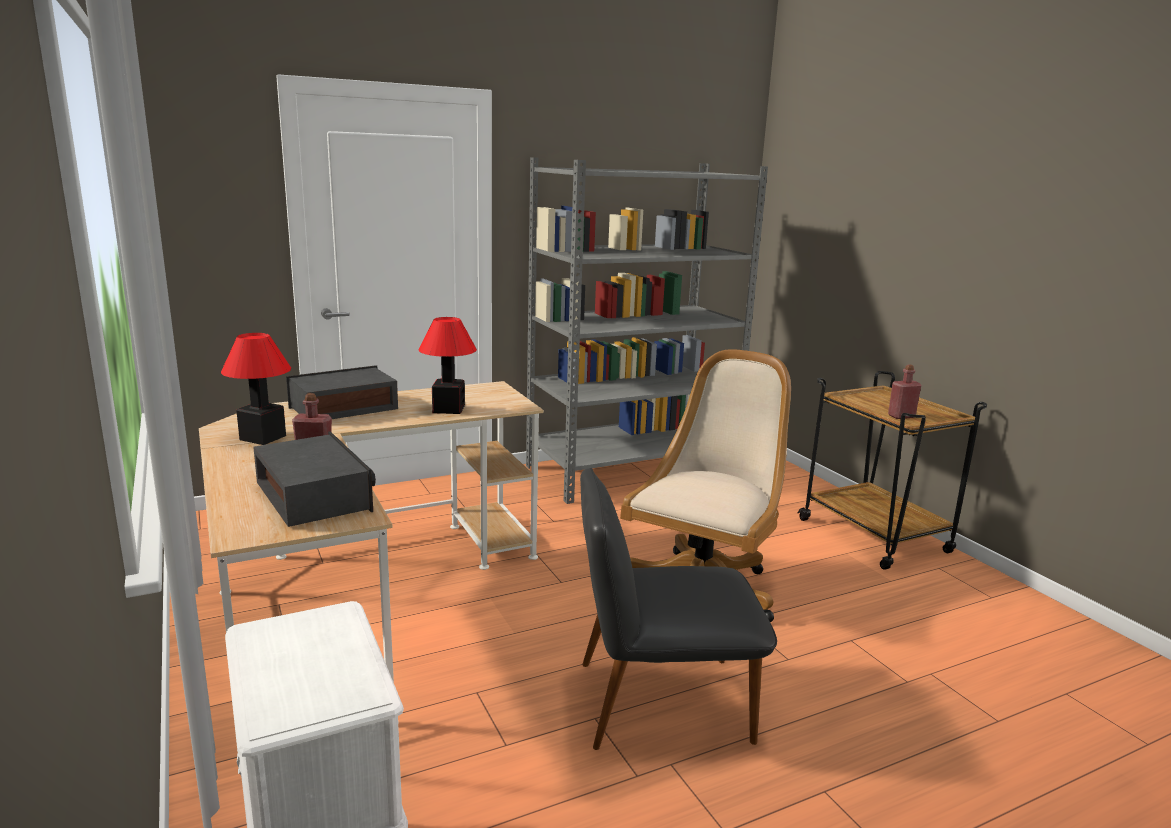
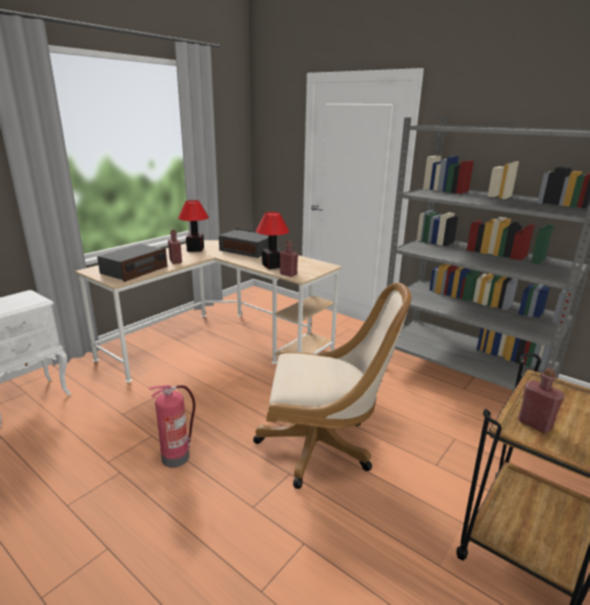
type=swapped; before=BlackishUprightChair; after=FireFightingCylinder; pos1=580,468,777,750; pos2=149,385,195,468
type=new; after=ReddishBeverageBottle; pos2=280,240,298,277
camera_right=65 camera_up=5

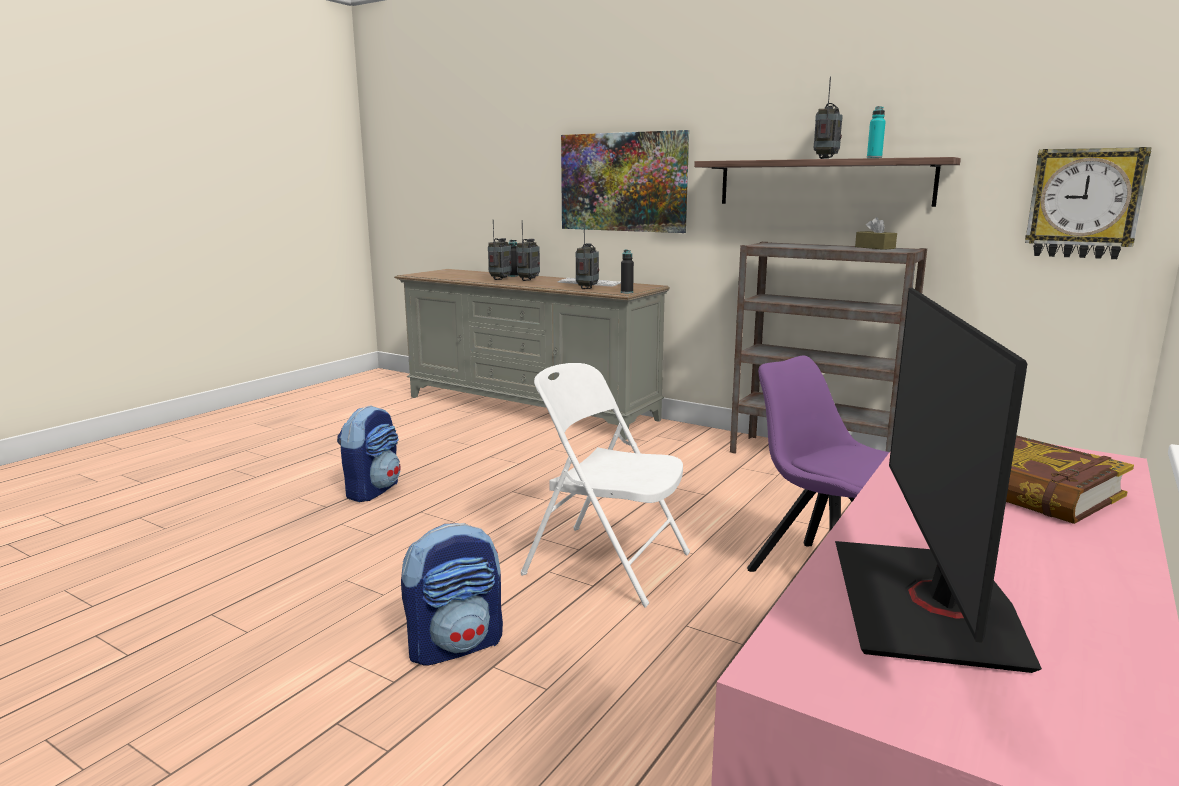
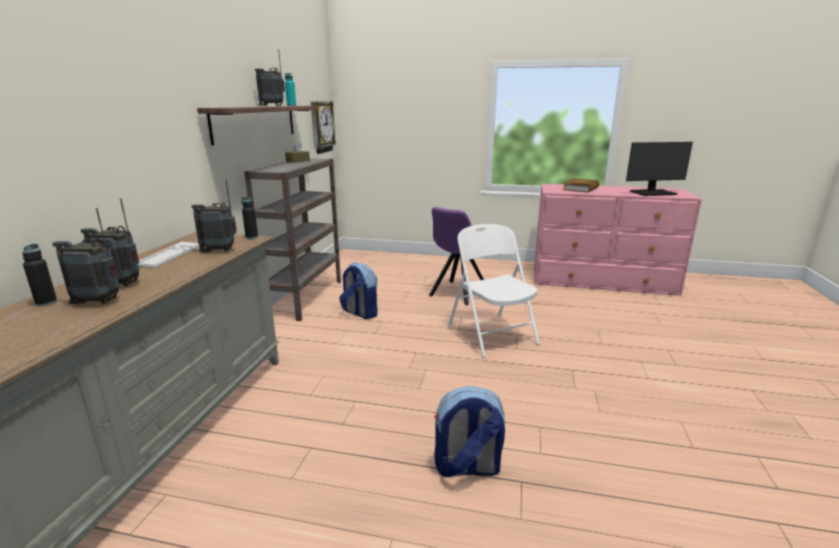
type=shifted; before=Rucksack; pos1=401,523,503,666; pos2=339,263,378,319
type=rotated; before=WhiteUprightChair; pos1=521,363,690,608; pos2=448,224,540,358; turn=150
type=gone; before=Picture; pos1=561,130,689,233
camera_right=-110 camera_up=5

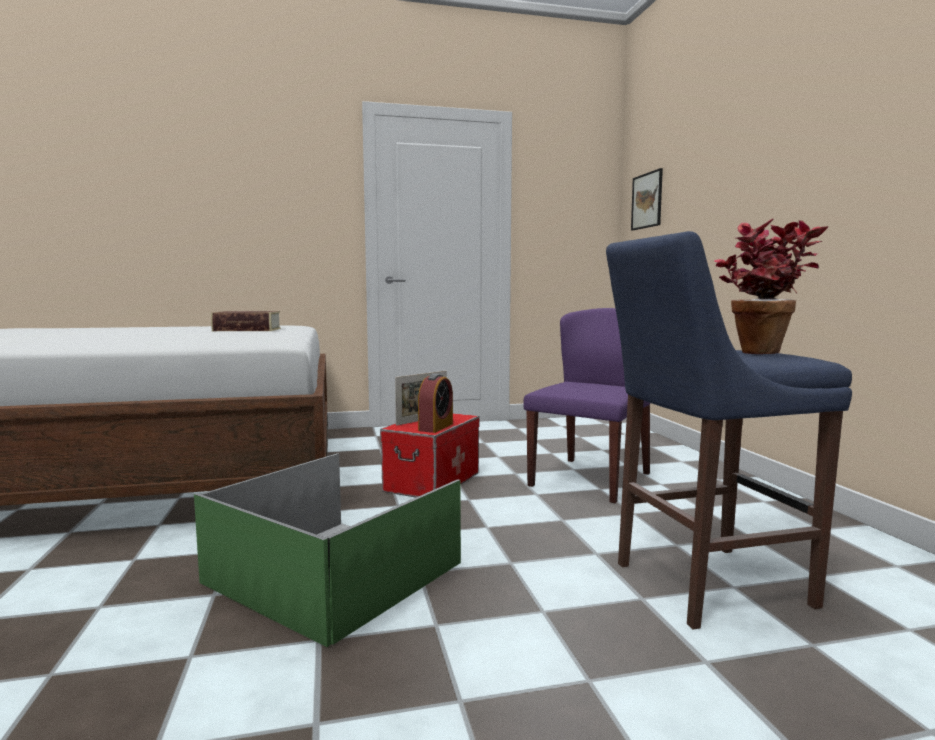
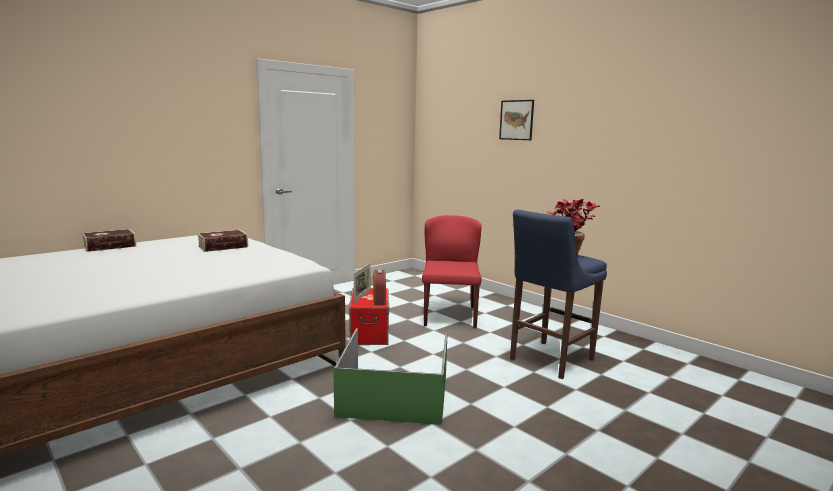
type=new; after=BoundBook; pos2=82,229,136,252
type=repainted; before=PurpleColouredUprightChair; after=ReddishUprightChair; pos1=523,308,651,503; pos2=422,215,482,328
type=shifted; before=Picture; pos1=631,168,663,230; pos2=499,100,534,140
camera_right=-30 camera_up=5

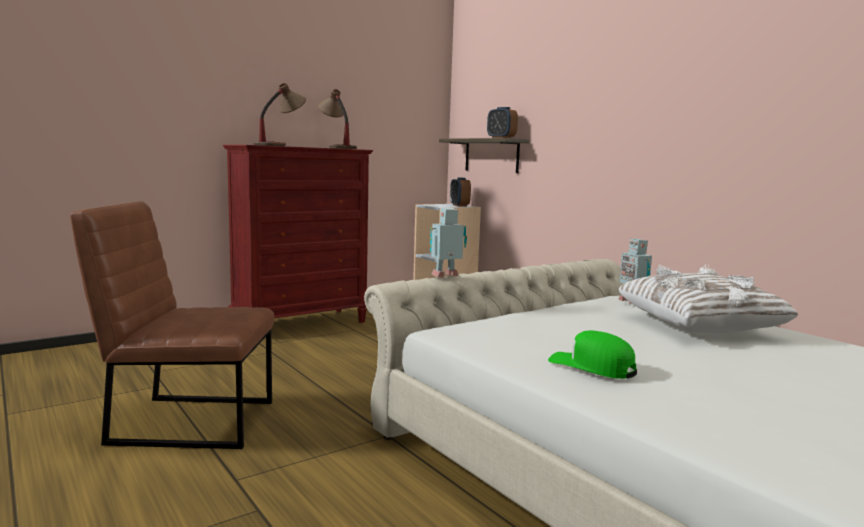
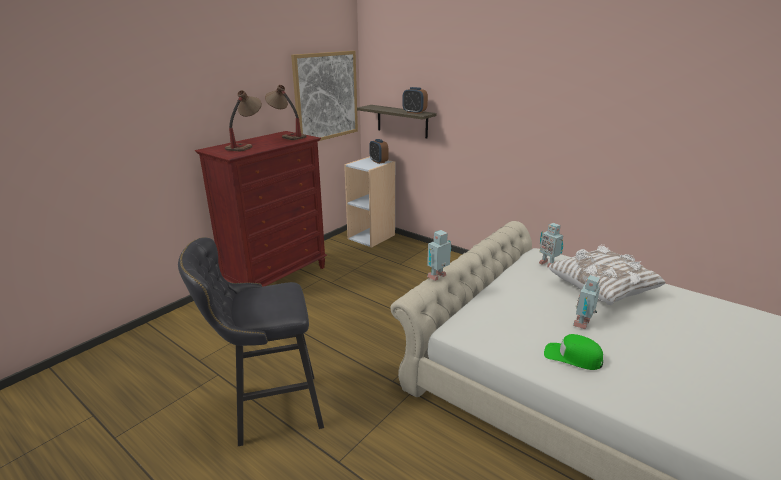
type=swapped; before=BrownUprightChair; after=BlackishSittingStool; pos1=70,201,275,449; pos2=178,237,324,446
type=new; after=Picture; pos2=291,51,358,141
type=new; after=ModelRobot; pos2=573,275,600,329
camera_right=-15 camera_up=15

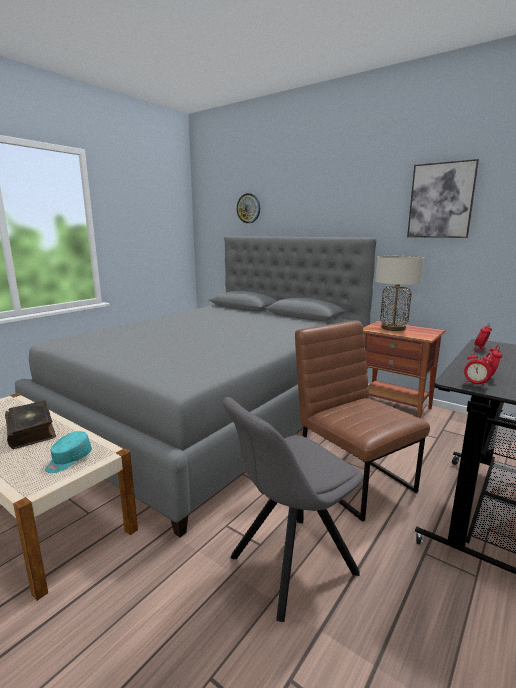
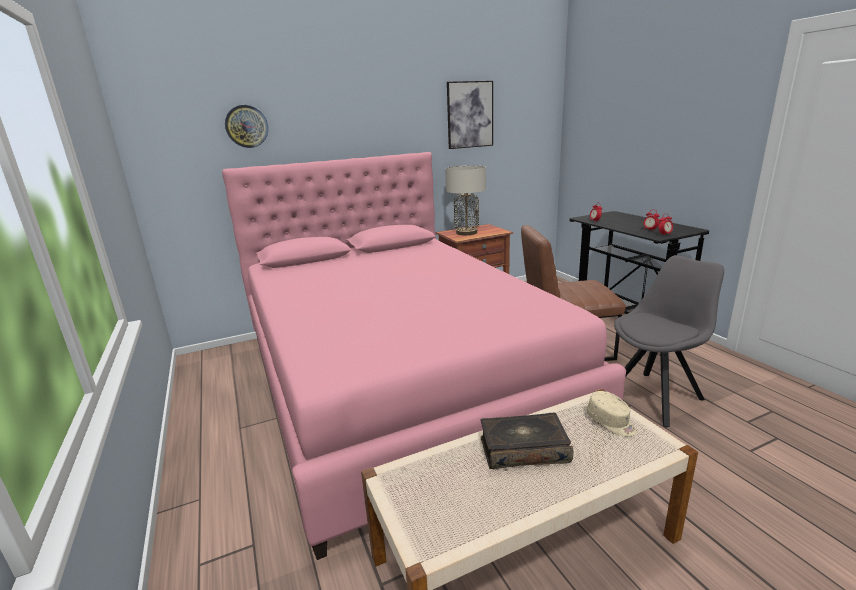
type=repainted; before=GreyishSleepingBed; after=PinkishSleepingBed; pos1=15,236,376,537; pos2=222,152,626,560
type=repainted; before=TurquoiseColouredPeakedCap; after=SandColouredPeakedCap; pos1=45,431,92,473; pos2=587,391,637,437
type=rotated; before=GreyishUprightChair; pos1=223,397,364,622; pos2=614,255,724,427; turn=-120
camera_right=-60 camera_up=5

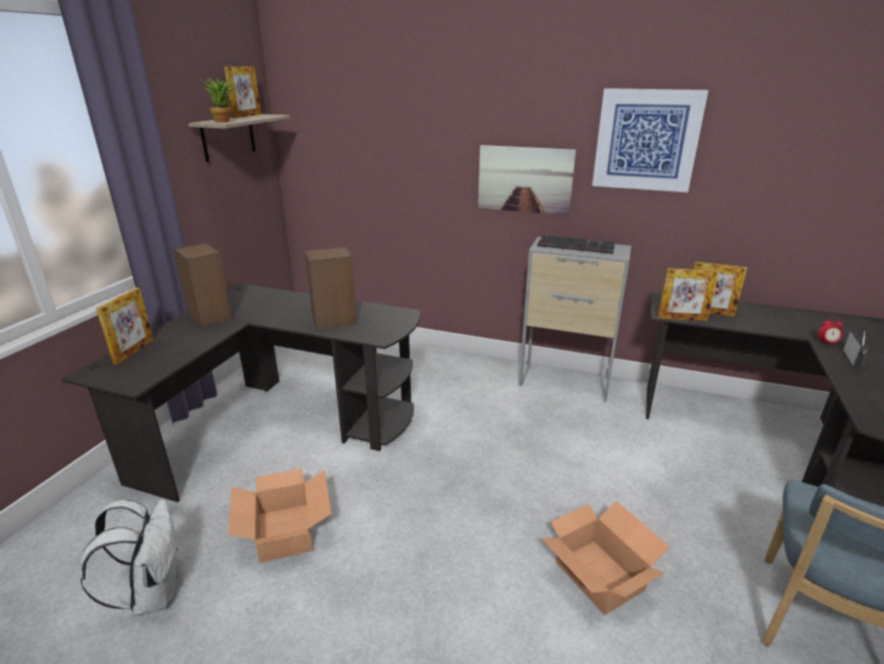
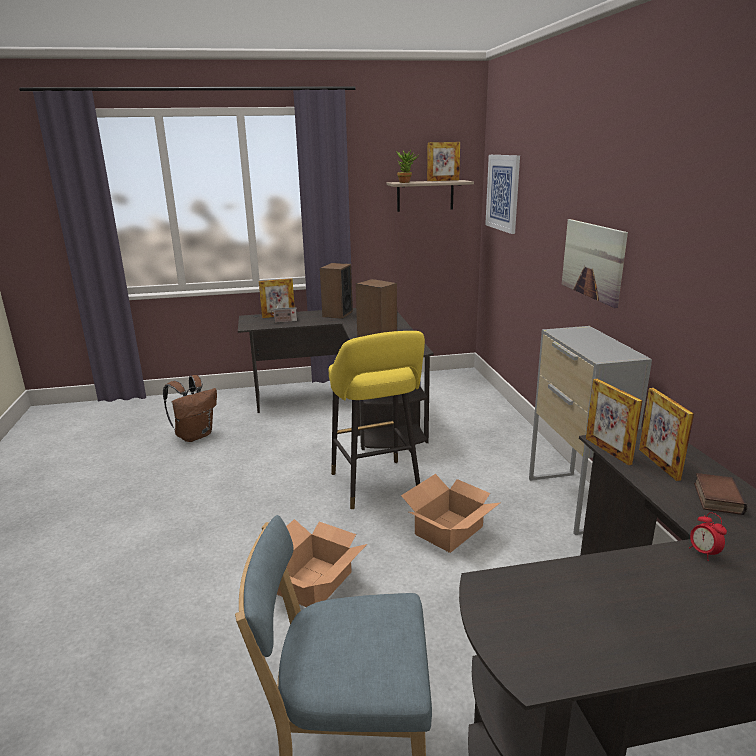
type=repainted; before=WhiteRucksack; after=BrownRucksack; pos1=80,499,179,616; pos2=163,375,217,442
type=shifted; before=Radio; pos1=843,331,869,367; pos2=271,302,297,323
type=new; after=YellowSittingStool; pos2=329,331,425,509
type=shifted; before=Carton; pos1=228,469,331,563; pos2=401,474,500,553
type=shifted; before=Picture; pos1=592,88,709,192; pos2=485,155,520,234
type=new; after=BoundBook; pos2=694,473,747,515
type=gone; before=Keyboard; pos1=537,235,615,254
camera_right=60 camera_up=-5

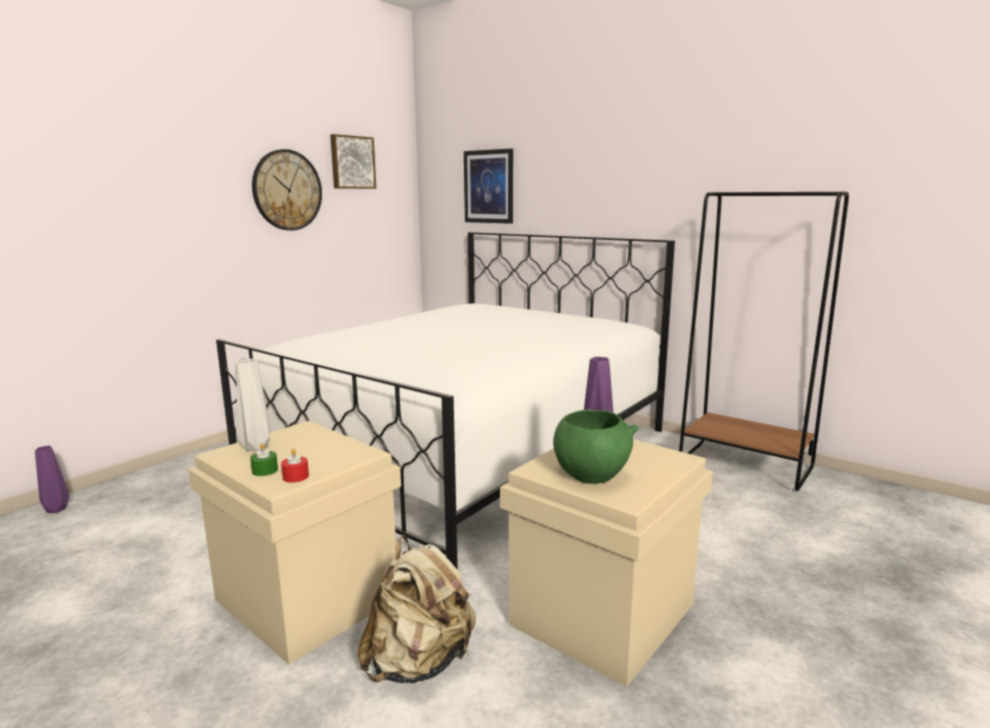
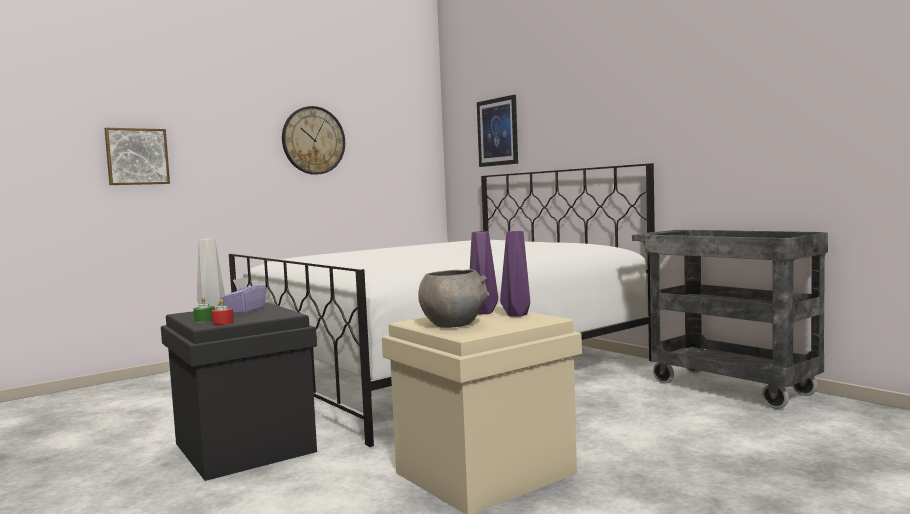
type=shifted; before=Picture; pos1=330,134,376,189; pos2=104,128,170,185
type=repainted; before=SandColouredStorageContainer; after=BlackishStorageContainer; pos1=188,421,401,664; pos2=161,302,317,481
type=new; after=PurpleColouredBoxOfTissues; pos2=220,277,266,314
type=repainted; before=GreenishBowl; after=GreyishBowl; pos1=553,410,639,484; pos2=418,269,489,328
type=shifted; before=PurpleColouredFlowerVase; pos1=35,445,69,513; pos2=500,231,530,317
type=swapped; before=GarmentRack; after=BlackishCart; pos1=679,192,849,491; pos2=632,230,828,409
type=gone; before=SandColouredRucksack; pos1=357,535,476,683
camera_right=15 camera_up=-10

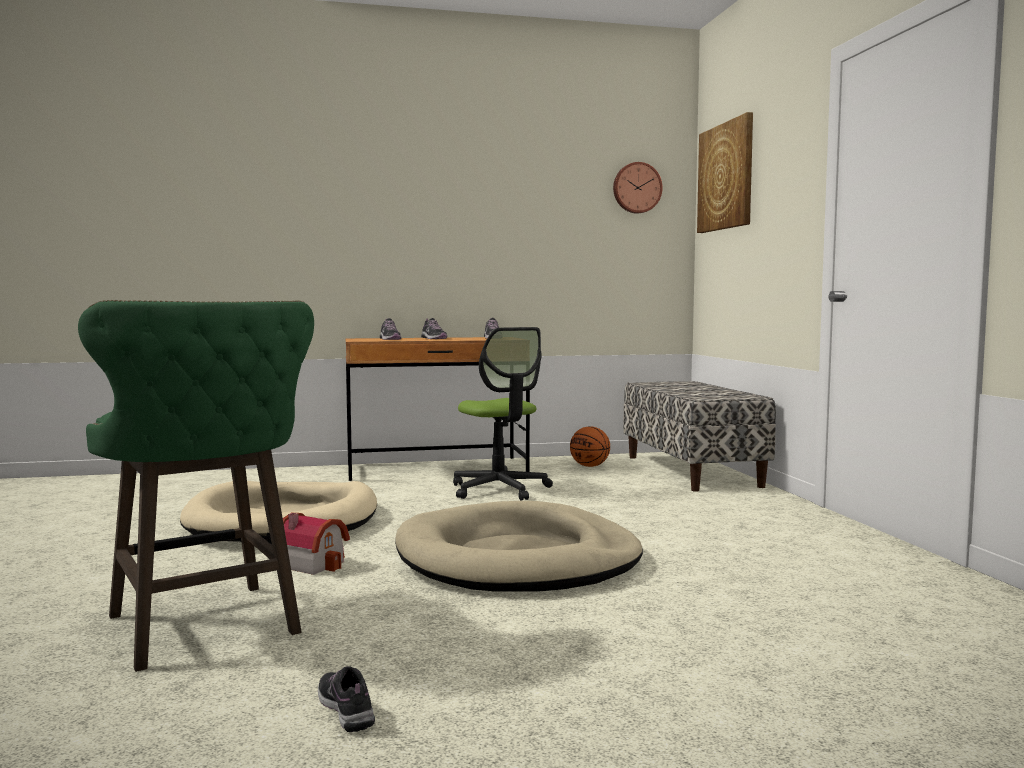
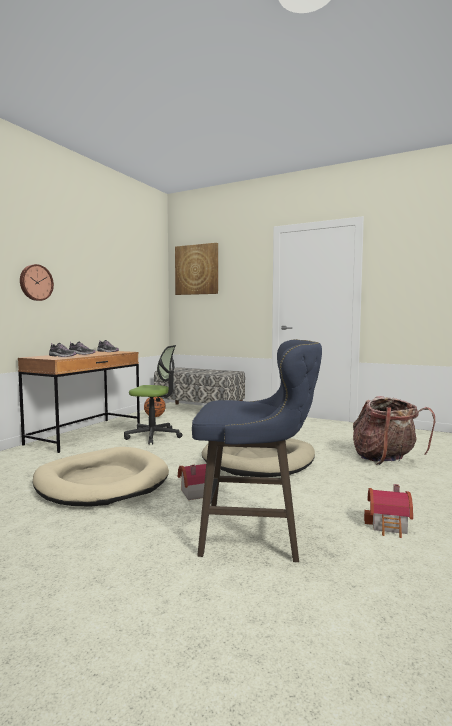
type=shifted; before=ClockOnTheWall; pos1=613,162,663,214; pos2=20,264,54,301
type=repainted; before=GreenishSittingStool; after=BlueSittingStool; pos1=78,300,314,672; pos2=192,339,322,562
type=new; after=Rucksack; pos2=353,396,435,465
type=swapped; before=LowShoe; after=MiniatureHouse; pos1=318,666,375,732; pos2=364,484,413,538
camera_right=-50 camera_up=0

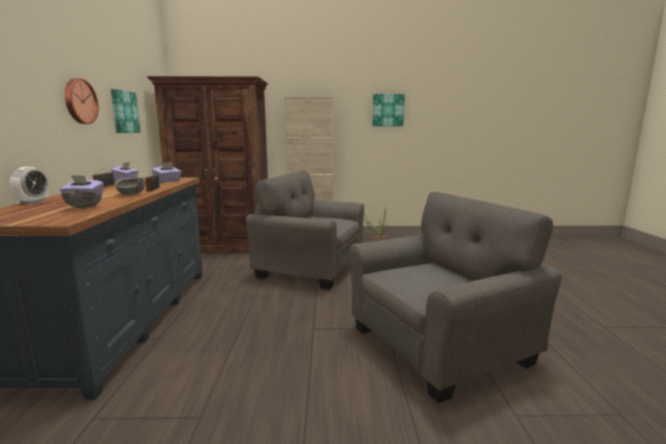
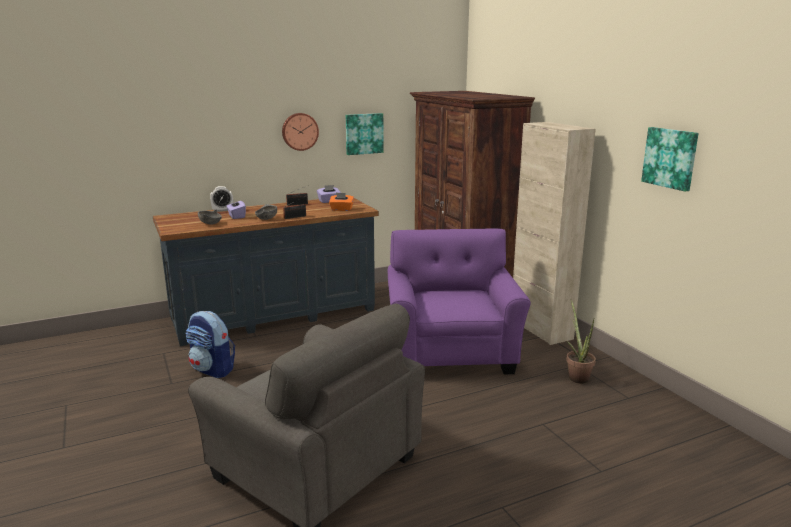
type=new; after=Rucksack; pos2=185,311,235,378
type=repainted; before=PurpleColouredBoxOfTissues; after=OrangeyBoxOfTissues; pos1=152,162,182,182; pos2=329,192,354,211
type=repainted; before=GreyishEasyChair; after=PurpleColouredEasyChair; pos1=246,171,364,290; pos2=388,229,531,374
camera_right=65 camera_up=5

